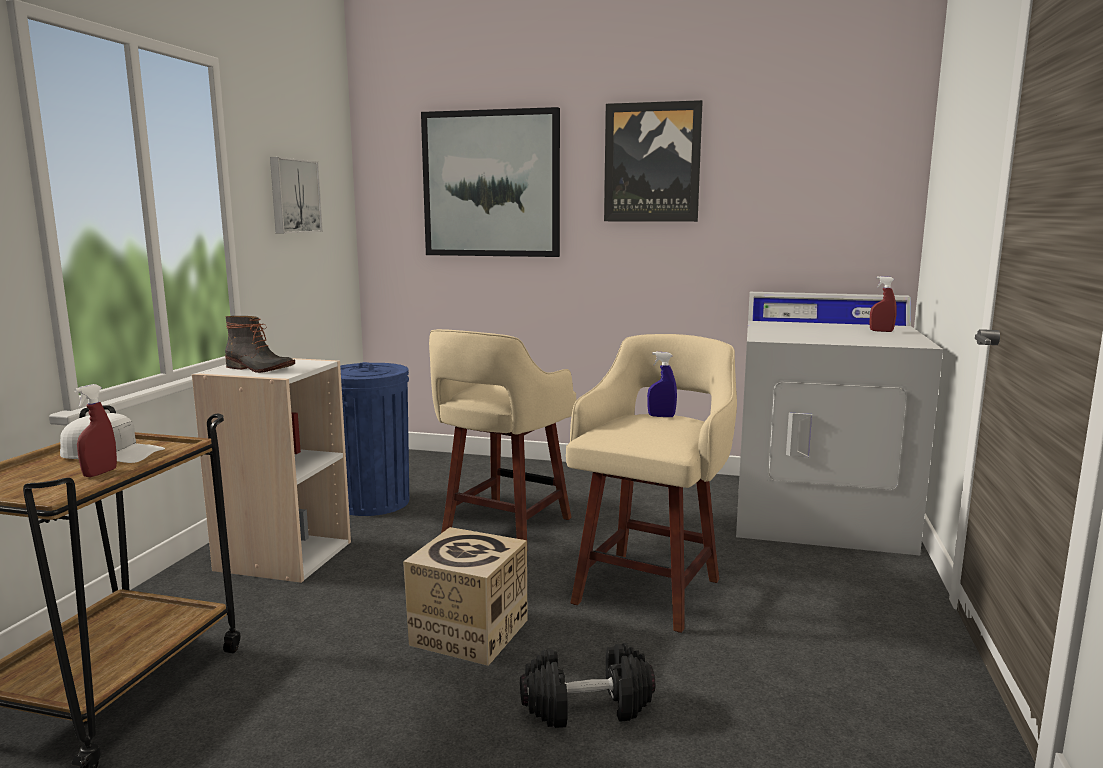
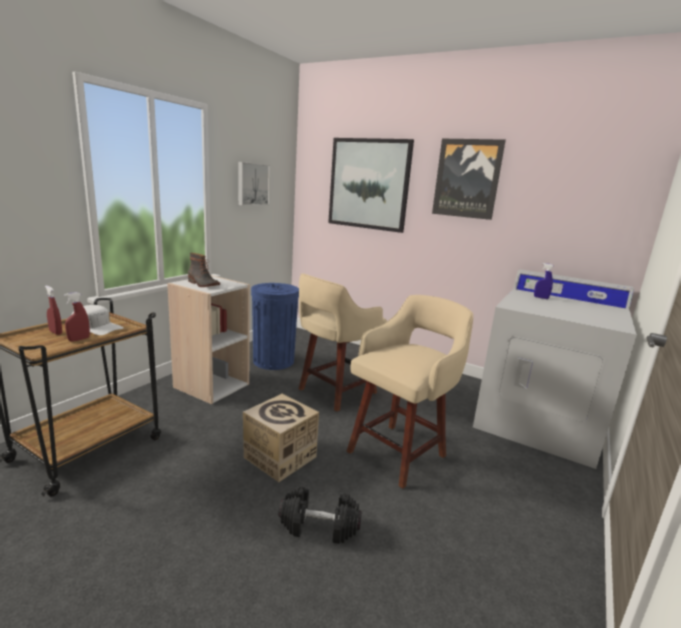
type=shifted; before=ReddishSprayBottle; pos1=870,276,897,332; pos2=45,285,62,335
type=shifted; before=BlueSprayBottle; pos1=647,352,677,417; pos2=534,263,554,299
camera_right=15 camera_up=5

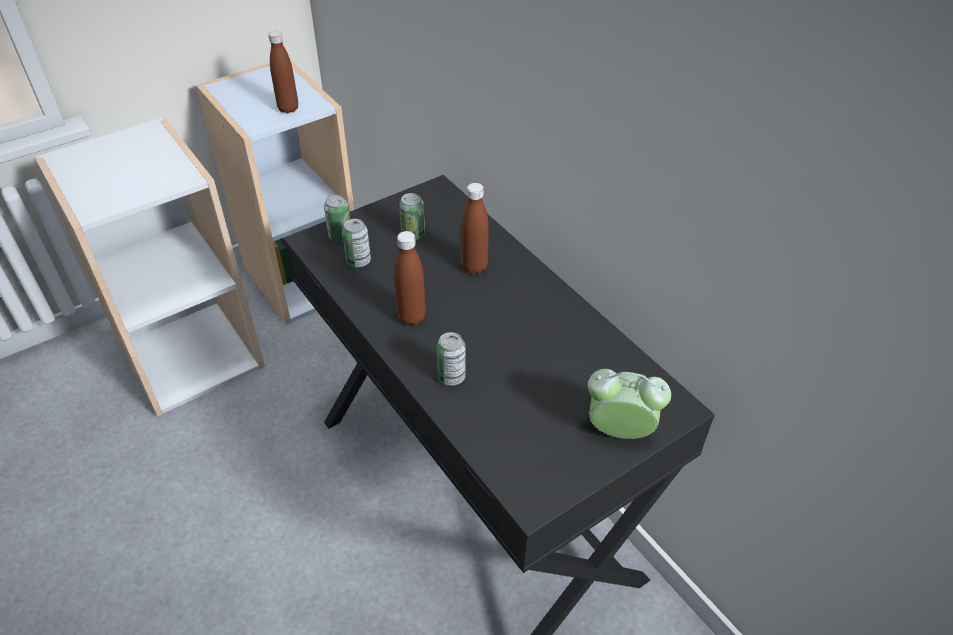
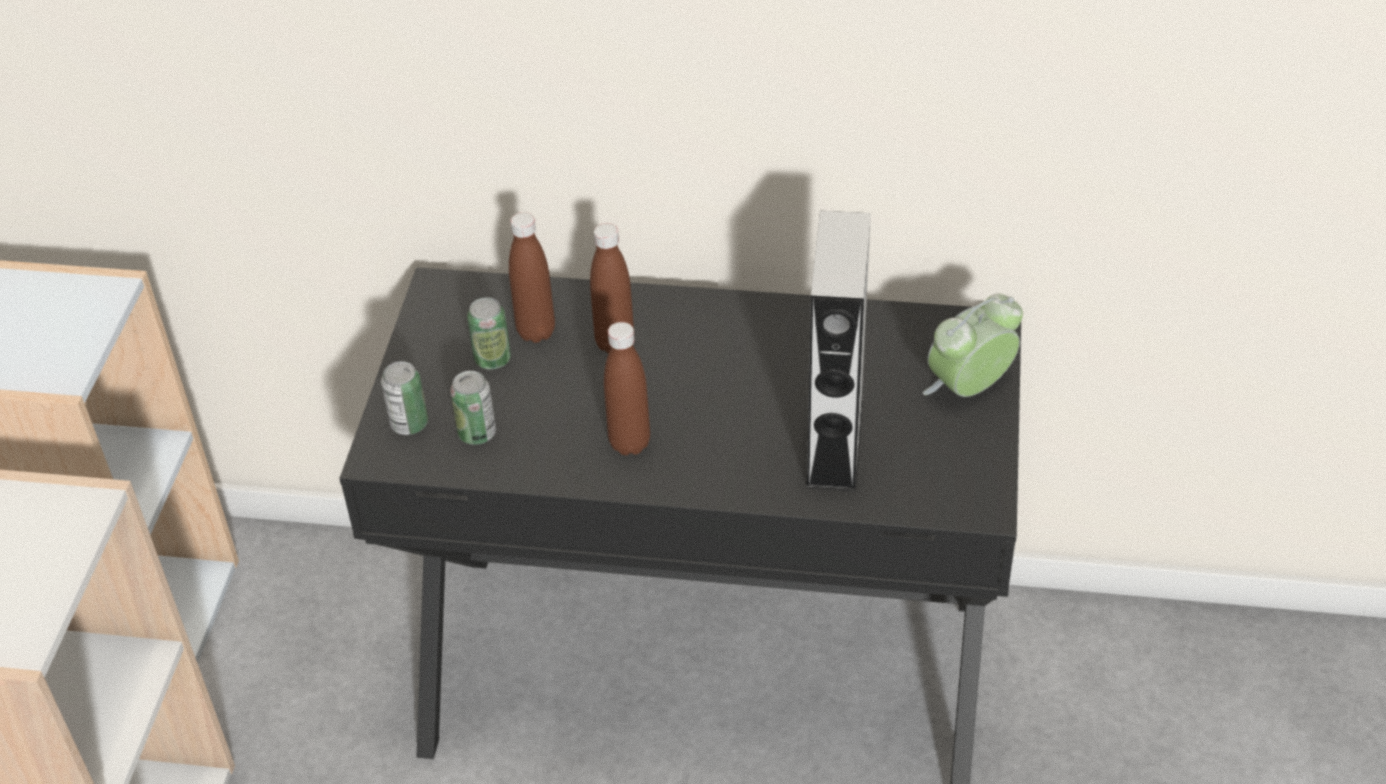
type=shifted; before=BrownBeverageBottle; pos1=268,31,298,113; pos2=509,212,555,343
type=new; after=GreyishSpeaker; pos2=806,211,871,491
type=gone; before=Can; pos1=436,332,466,386
camera_right=-45 camera_up=0

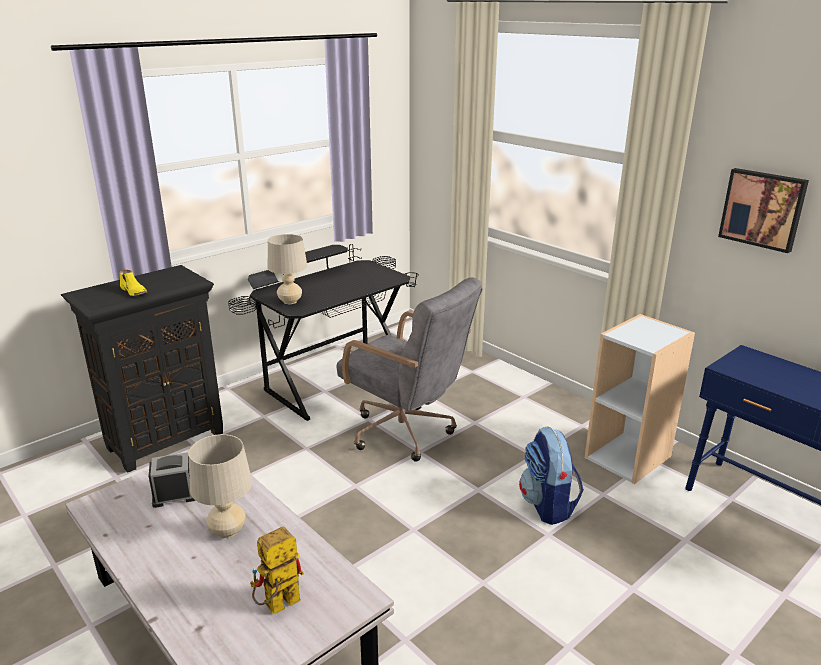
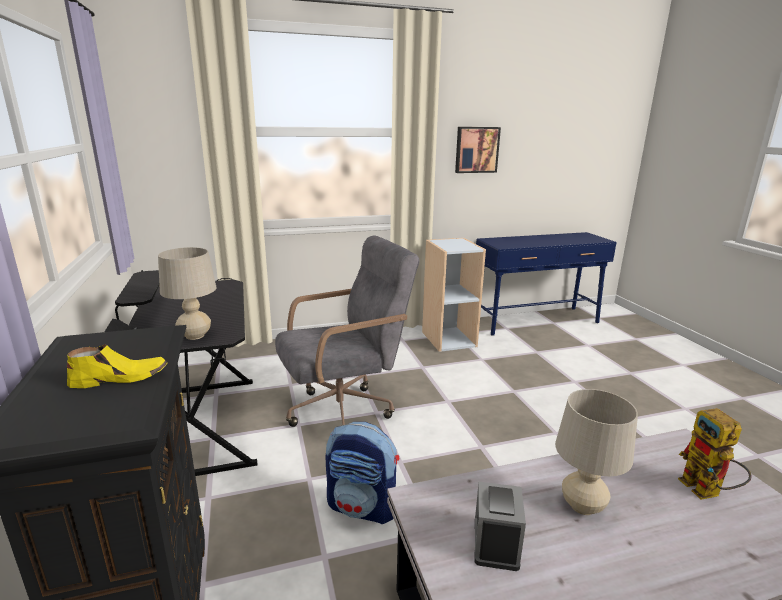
type=shifted; before=Rucksack; pos1=519,426,584,525; pos2=325,422,399,524
camera_right=-65 camera_up=-5

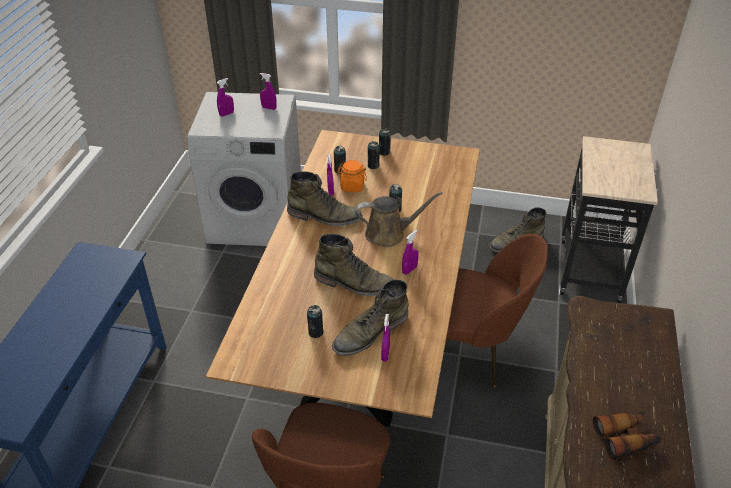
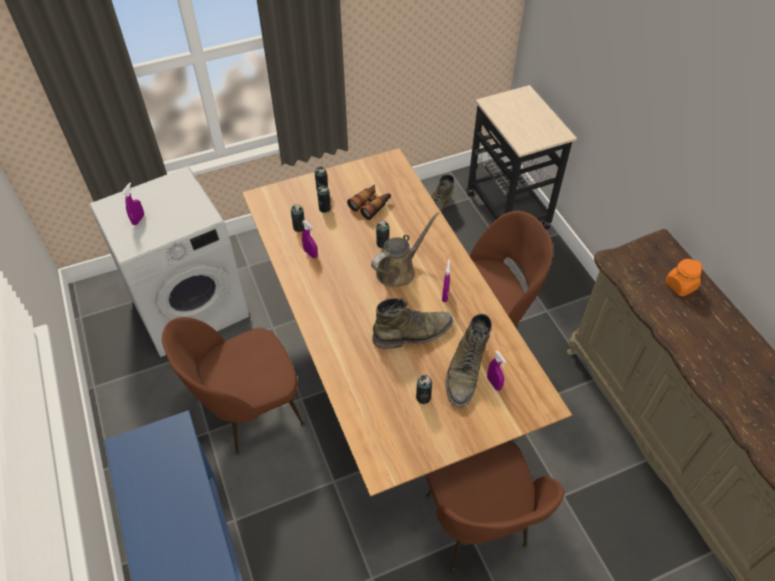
type=new; after=BrownUprightChair; pos2=162,317,305,455
type=shifted; before=Binoculars; pos1=593,412,661,460; pos2=347,184,391,220
type=shifted; before=OrangeyPreserveJar; pos1=337,160,367,192; pos2=666,259,703,296
type=gone; before=PurpleColouredSprayBottle; pos1=260,73,277,110
type=gone; before=GreenishBoot; pos1=287,171,363,226
camera_right=-35 camera_up=10

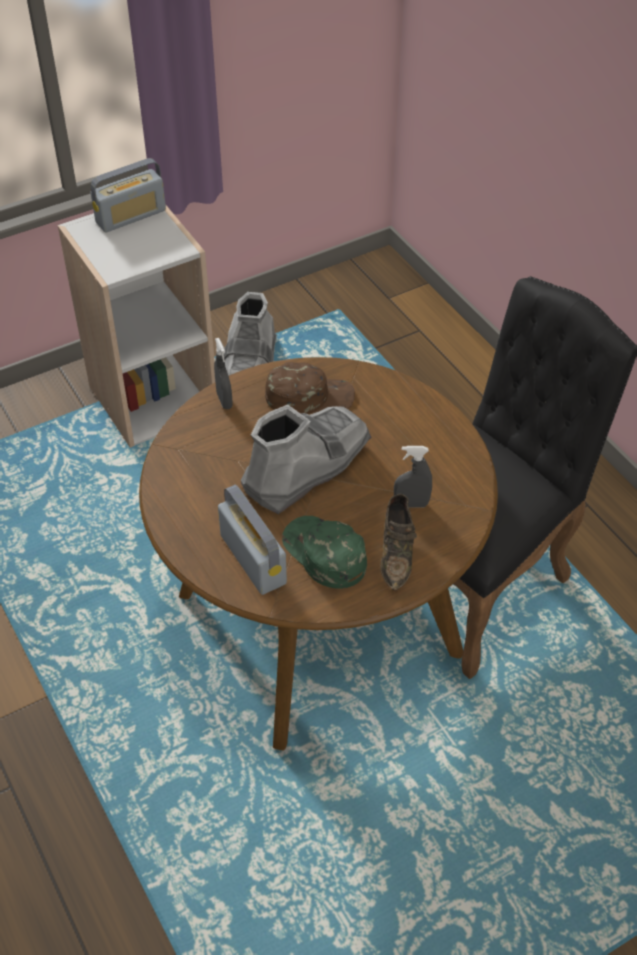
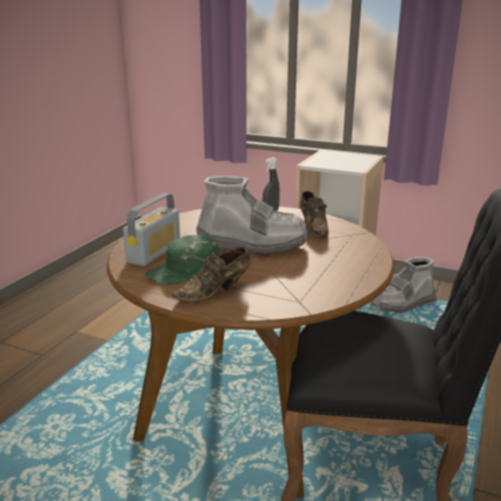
type=rotated; before=GreenishPeakedCap; pos1=282,516,367,589; pos2=145,235,219,285; turn=-150
type=swapped; before=BrownPeakedCap; after=BrownLowShoe; pos1=265,362,355,414; pos2=300,191,329,238
type=gone; before=Radio; pos1=91,158,166,232
type=gone; before=GreyishSprayBottle; pos1=394,446,432,508
camera_right=55 camera_up=-25

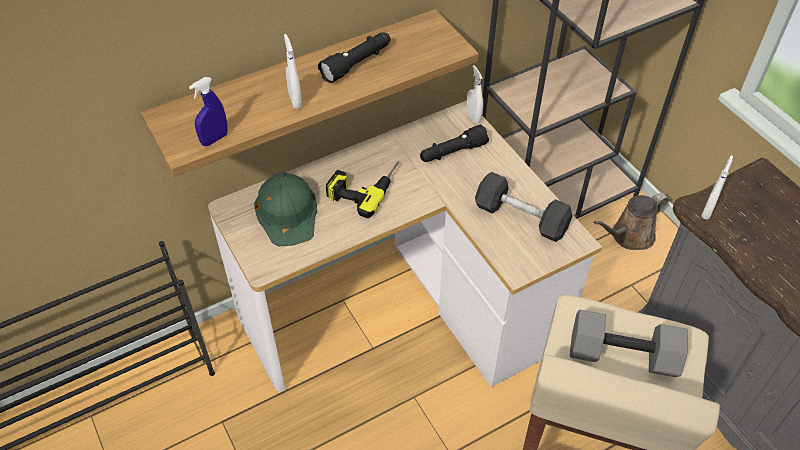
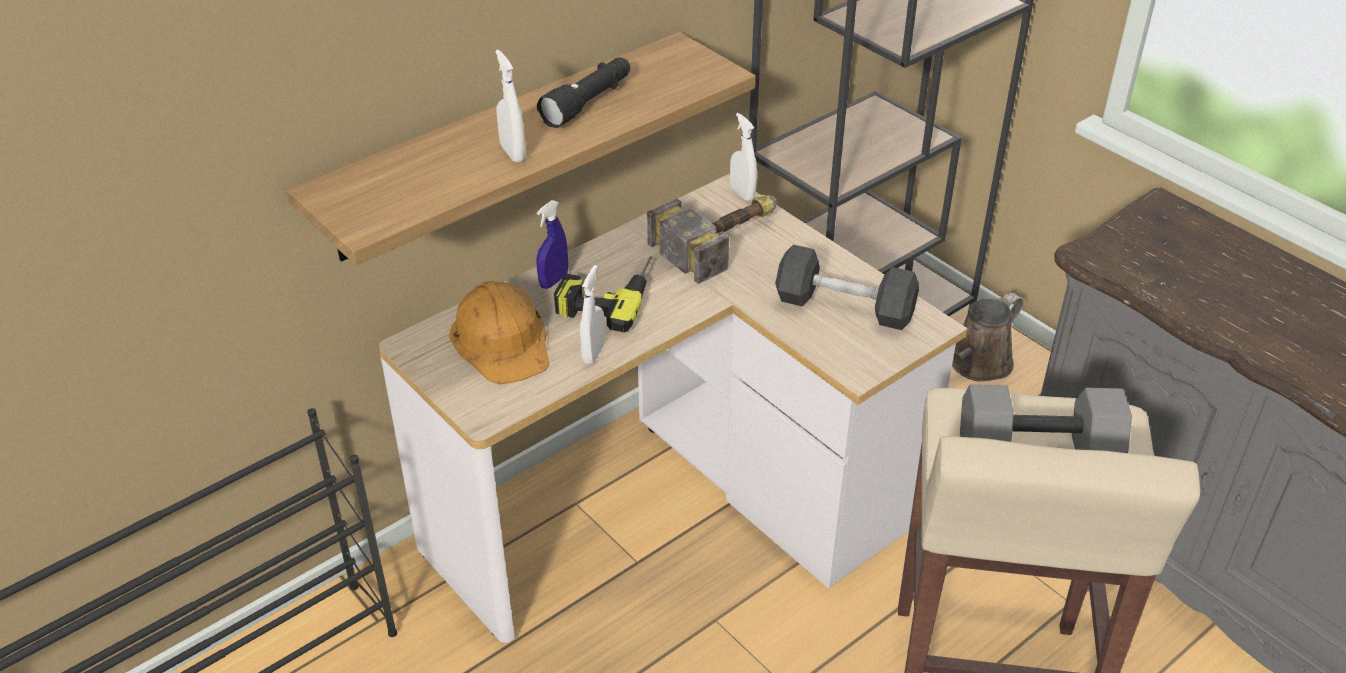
type=repainted; before=GreenishSafetyHelmet; after=OrangeySafetyHelmet; pos1=254,172,317,247; pos2=449,280,550,385
type=shifted; before=BlueSprayBottle; pos1=189,77,228,146; pos2=536,200,568,289
type=shifted; before=WhiteSprayBottle; pos1=701,155,733,220; pos2=580,265,605,364
type=swapped; before=BlackishTorch; after=HandHammer; pos1=420,125,489,162; pos2=647,195,777,284
camera_right=-10 camera_up=-10

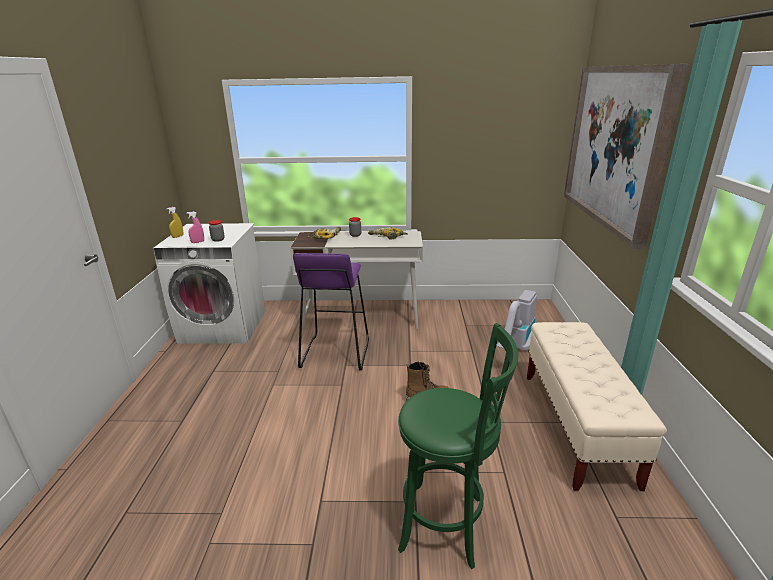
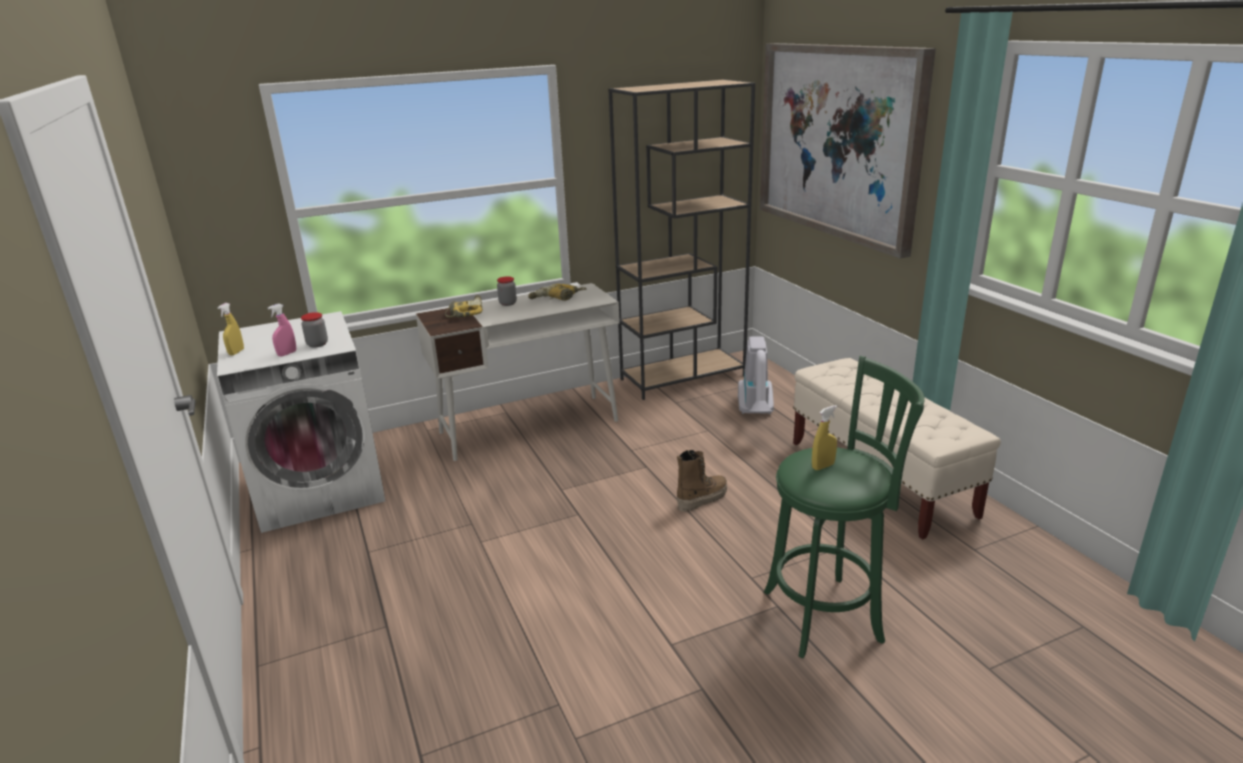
type=new; after=Bookshelf; pos2=608,79,755,400
type=new; after=YellowSprayBottle; pos2=812,405,837,470
type=gone; before=PurpleColouredSittingStool; pos1=293,253,369,371
camera_right=-25 camera_up=0

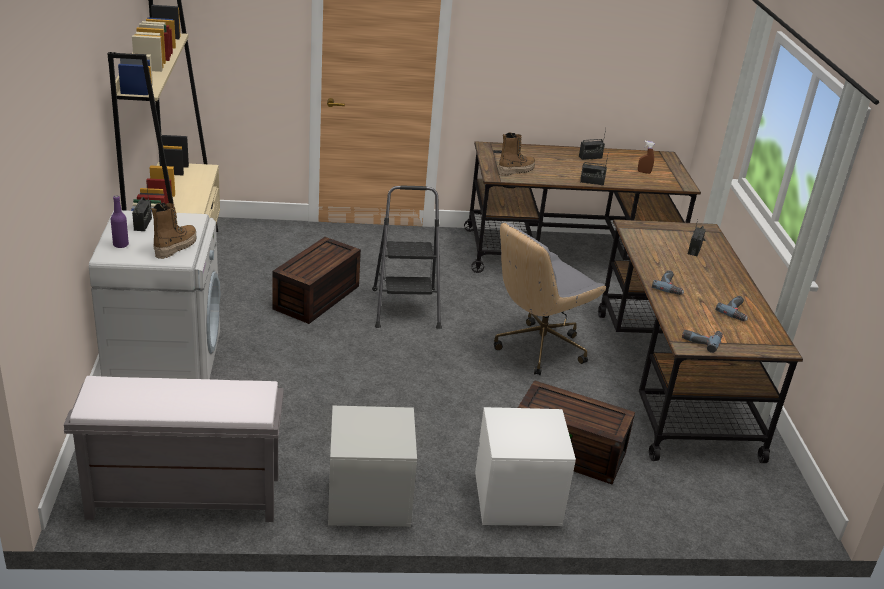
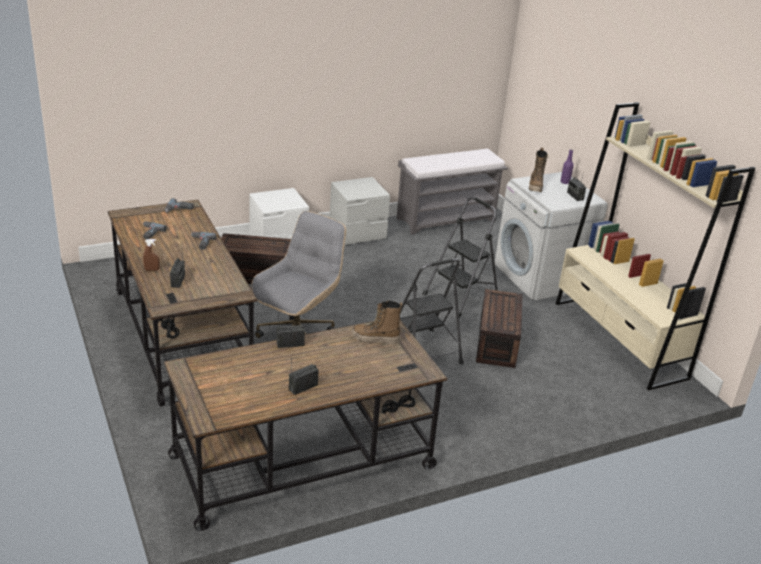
type=shifted; before=BrownSprayBottle; pos1=638,141,655,174; pos2=143,239,160,271
type=rotated; before=Boot; pos1=498,132,535,176; pos2=352,301,402,345; turn=60
type=new; after=BlackishStepStool; pos2=422,197,498,318
camera_right=160 camera_up=0

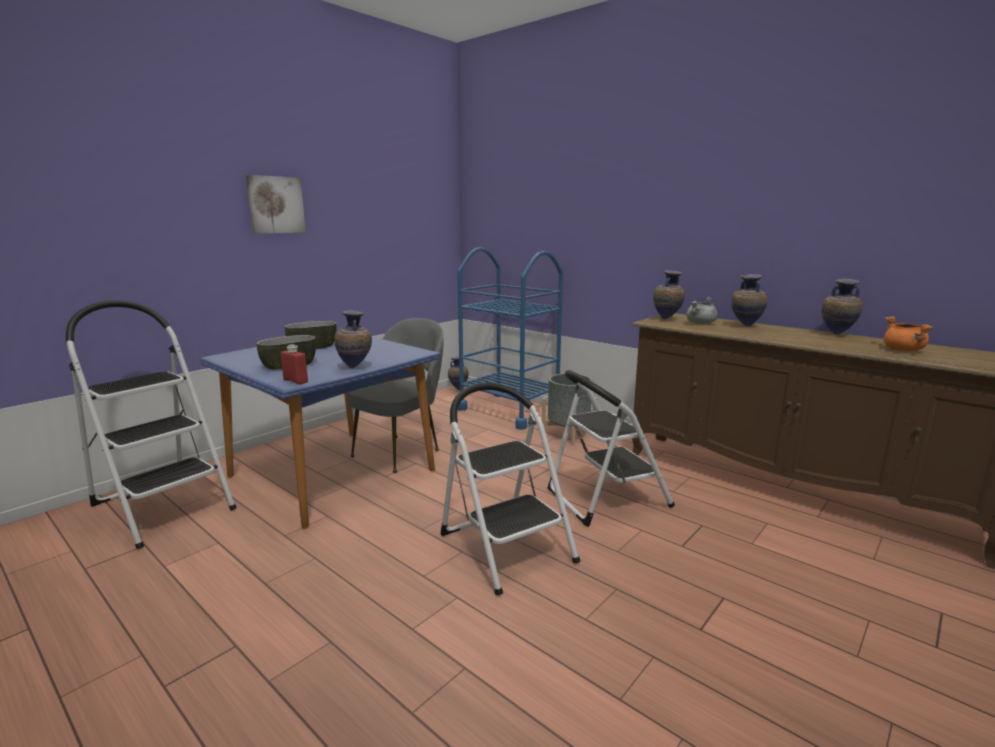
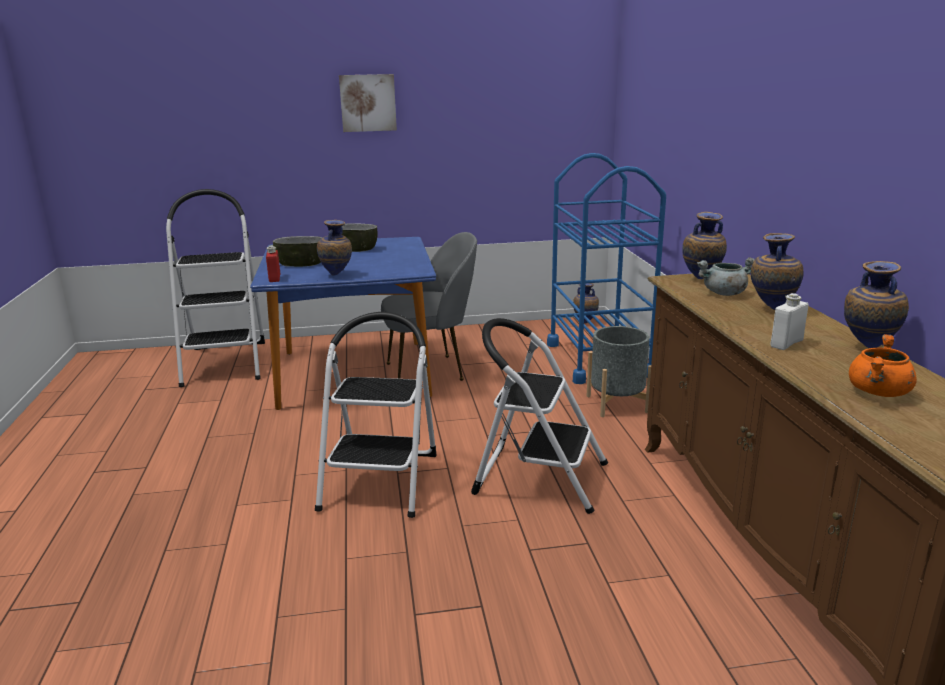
type=new; after=WhiteBeverageBottle; pos2=770,293,808,350
camera_right=40 camera_up=5

